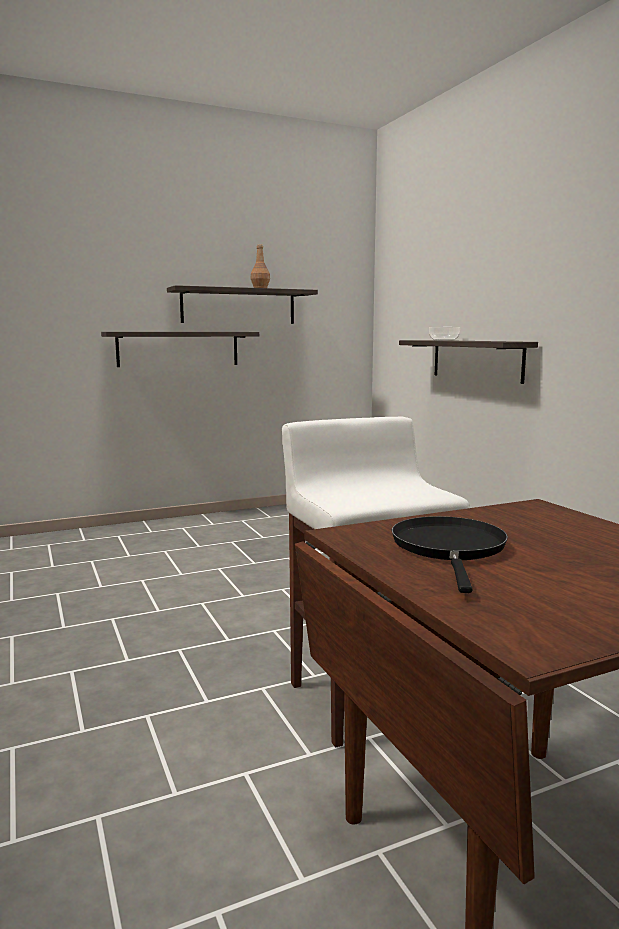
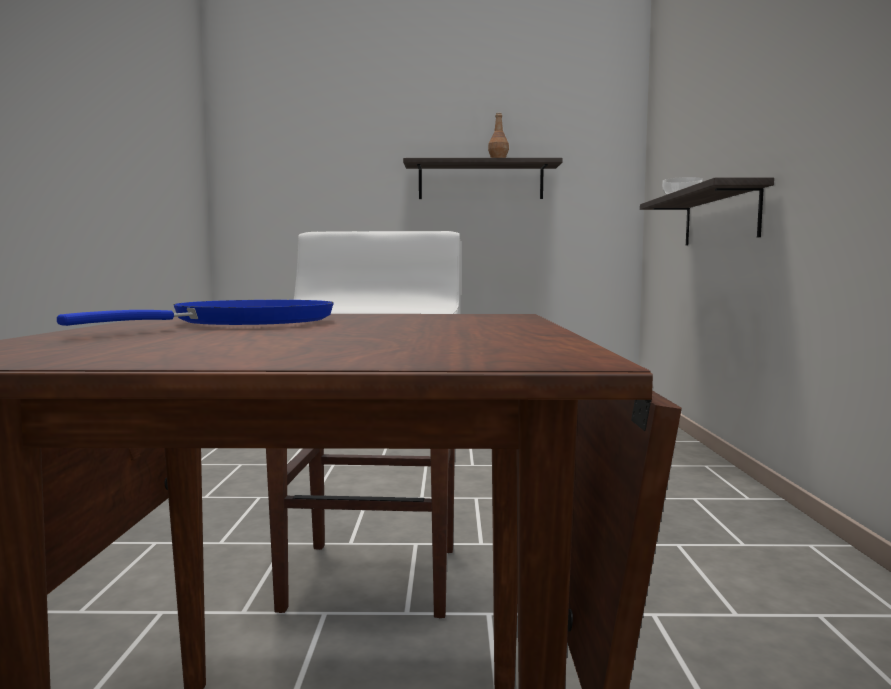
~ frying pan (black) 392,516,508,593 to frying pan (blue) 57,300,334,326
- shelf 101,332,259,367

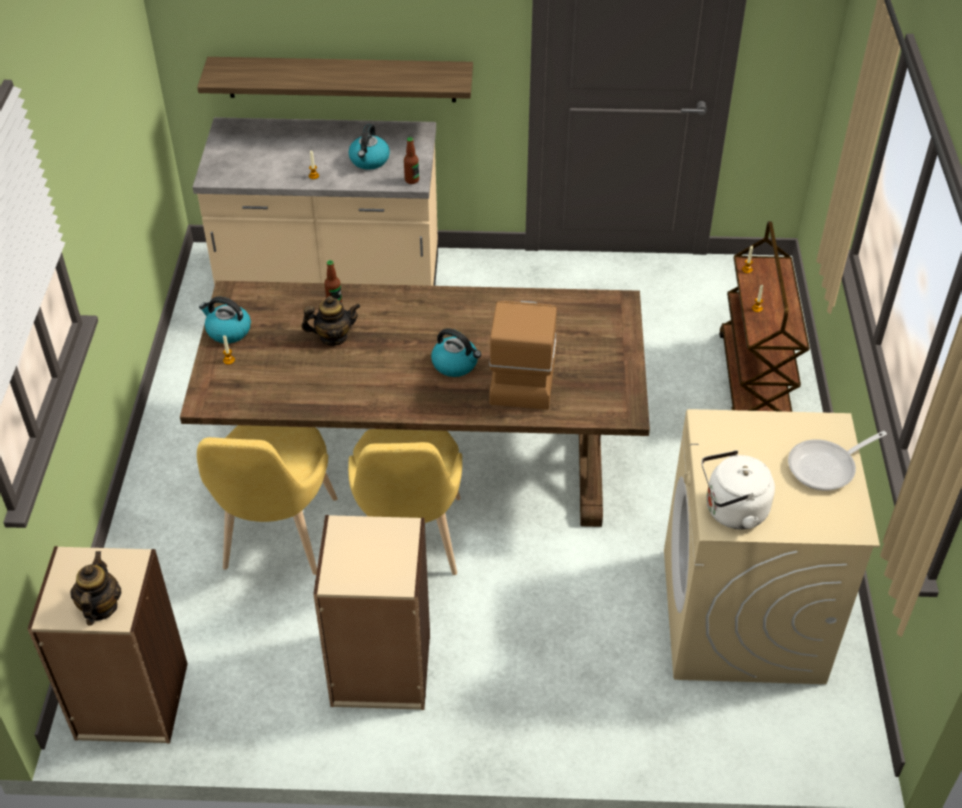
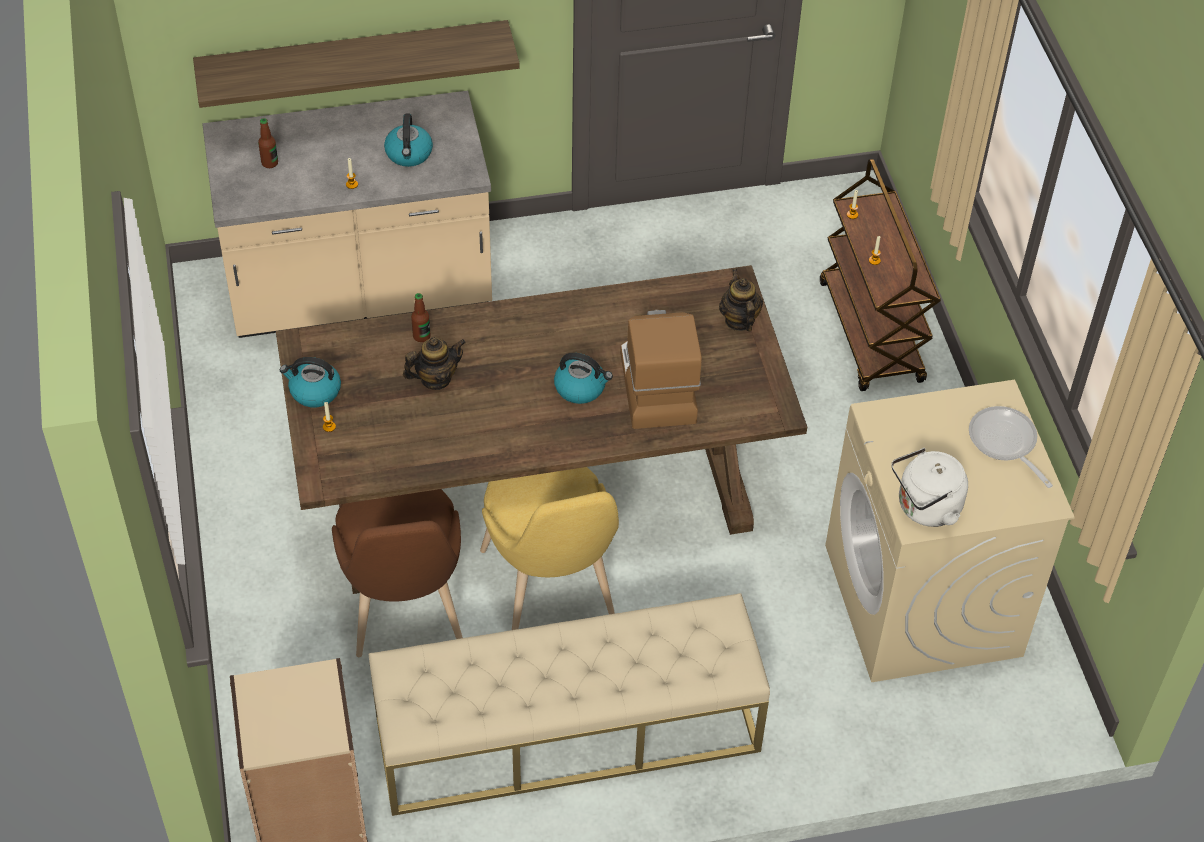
~ bottle 404,137,419,184 to 258,118,278,168
~ chair (yellow) 197,425,338,575 to chair (brown) 332,489,463,657
~ bookcase (beige) 313,515,430,710 to bench (beige) 369,593,770,816
~ teapot 70,551,122,626 to 719,269,763,332
~ frying pan 788,431,887,491 = 969,406,1053,488 105 degrees clockwise

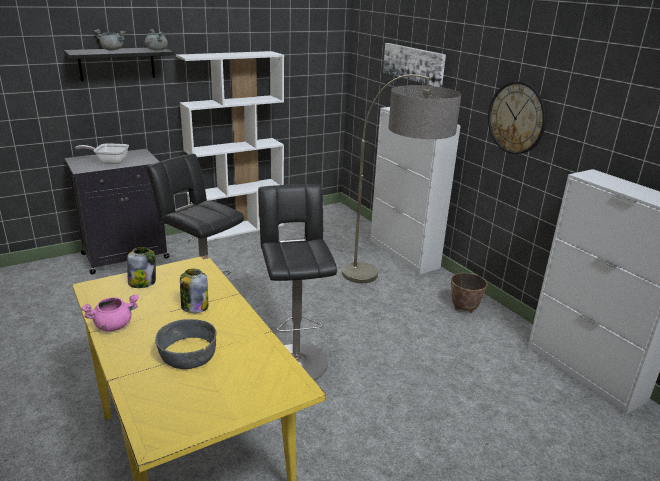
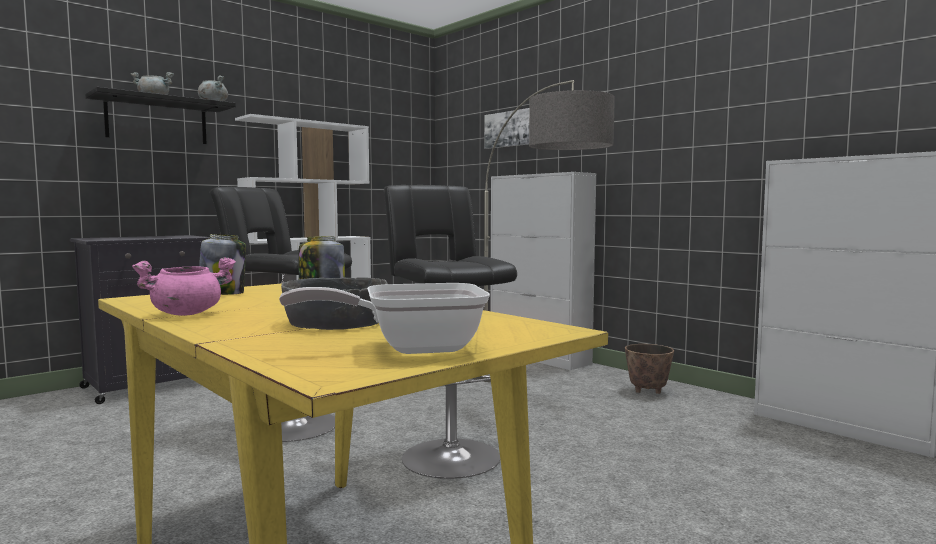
~ frying pan 75,143,129,164 to 279,283,490,354
- wall clock 488,81,547,154

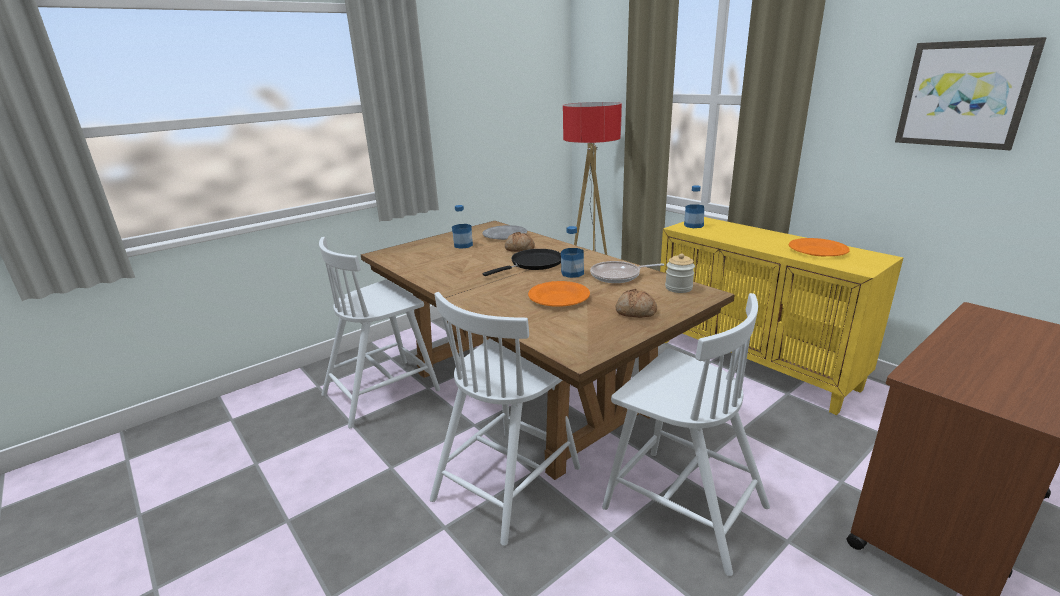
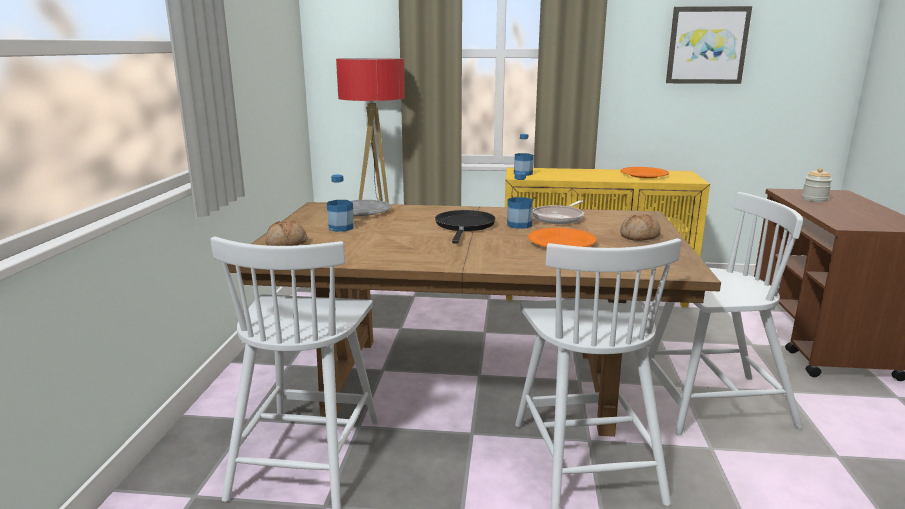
~ bread 505,232,535,252 to 265,221,307,246
~ jar 665,253,695,293 to 802,168,832,202

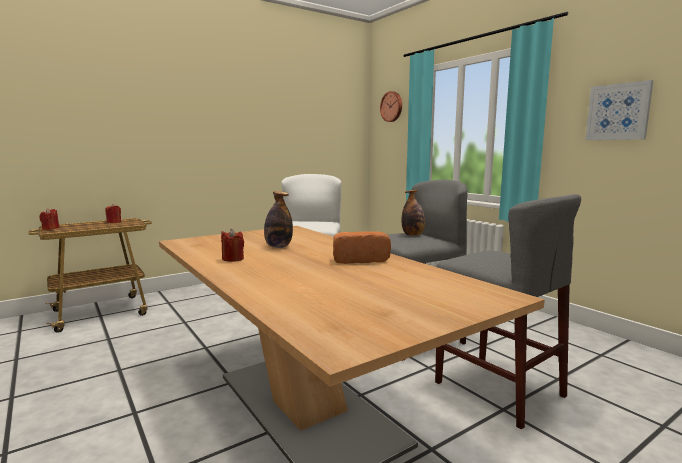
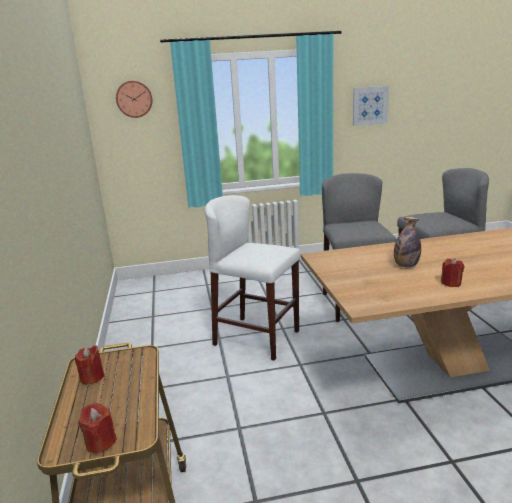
- bread 333,232,391,264
- bottle 402,189,425,236

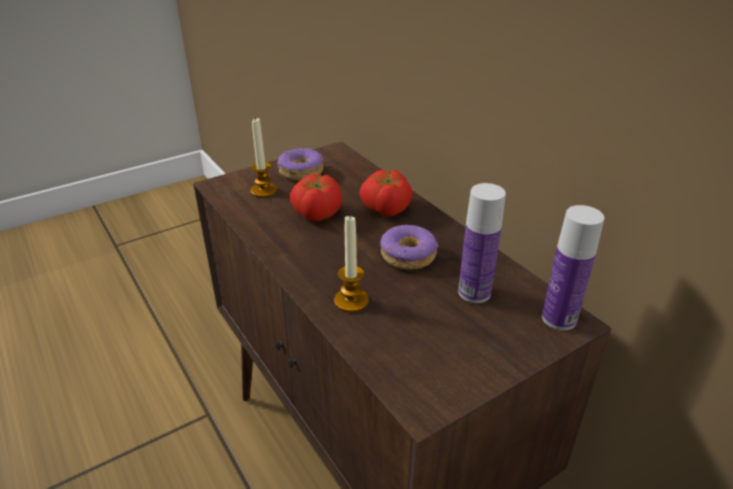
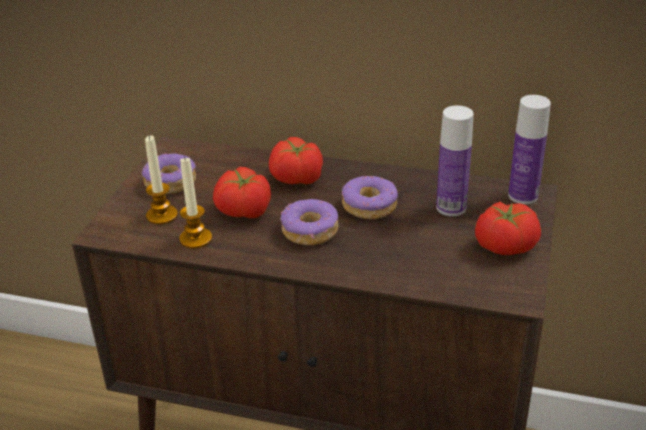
~ candle 334,216,369,312 to 179,156,212,249
+ donut 280,199,339,245
+ tomato 475,202,541,255

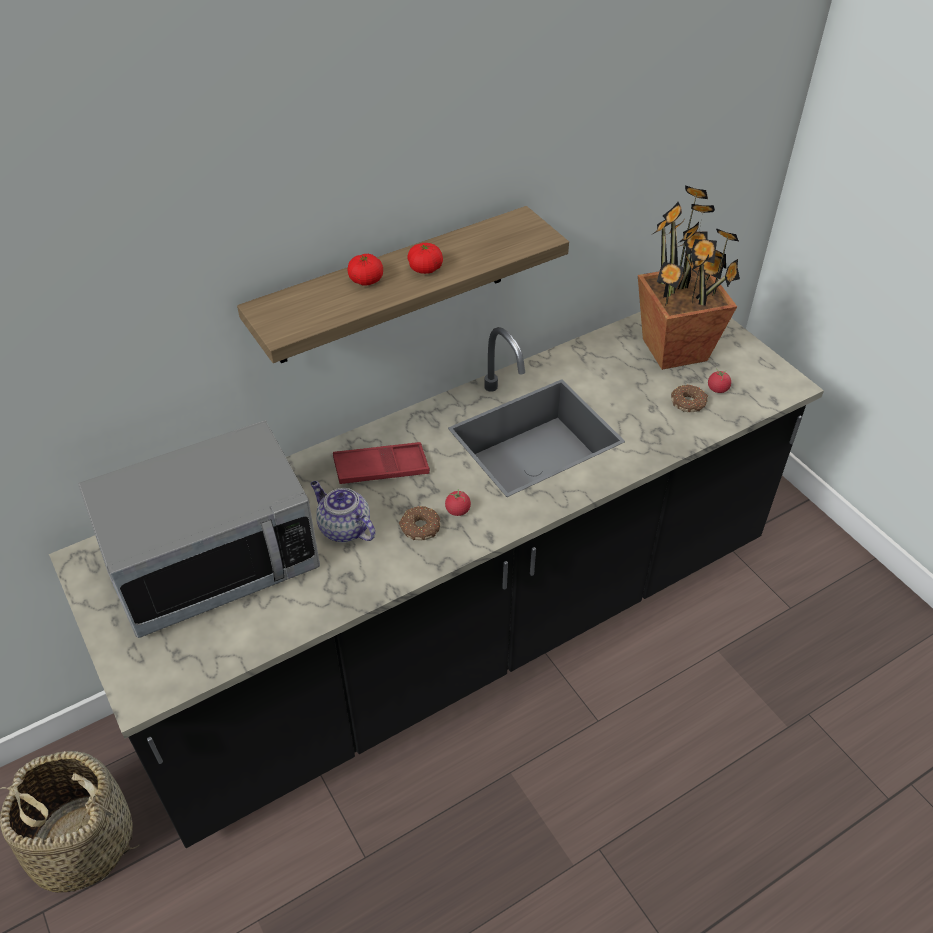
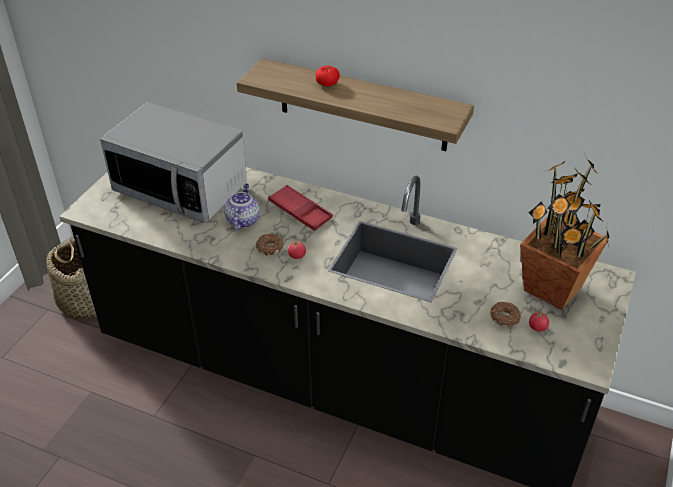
- tomato 407,243,443,274

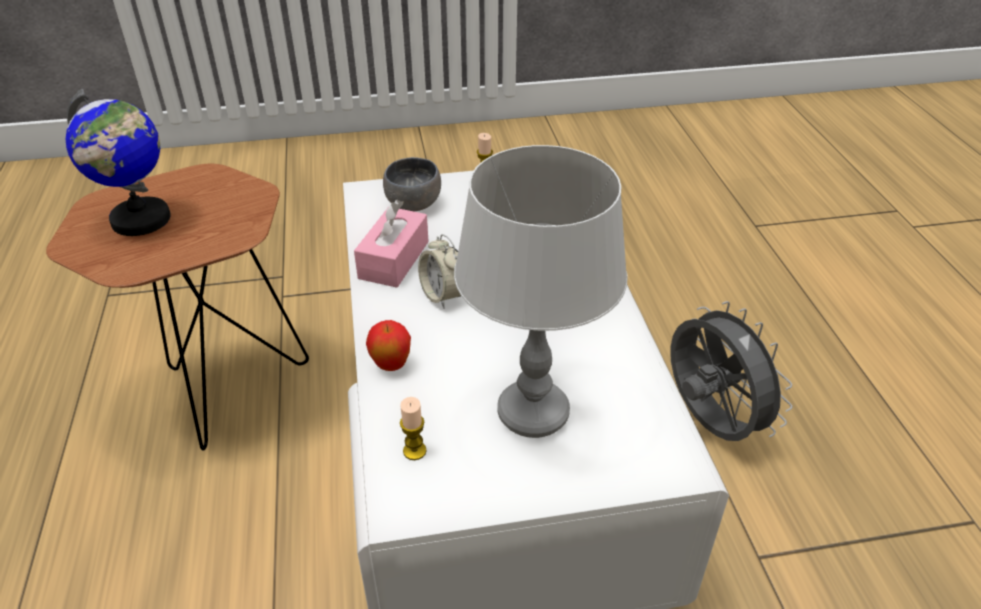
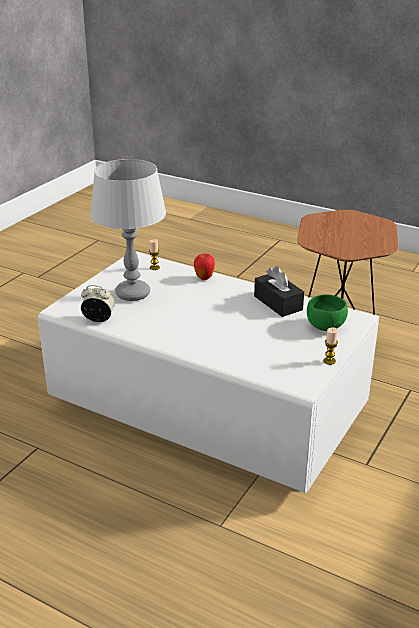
~ alarm clock 418,234,461,308 to 81,285,115,322
~ tissue box (pink) 354,200,429,288 to tissue box (black) 254,266,304,317
~ bowl (grey) 383,157,441,211 to bowl (green) 307,295,348,331
- globe 66,89,170,236
- fan (grey) 670,301,792,441

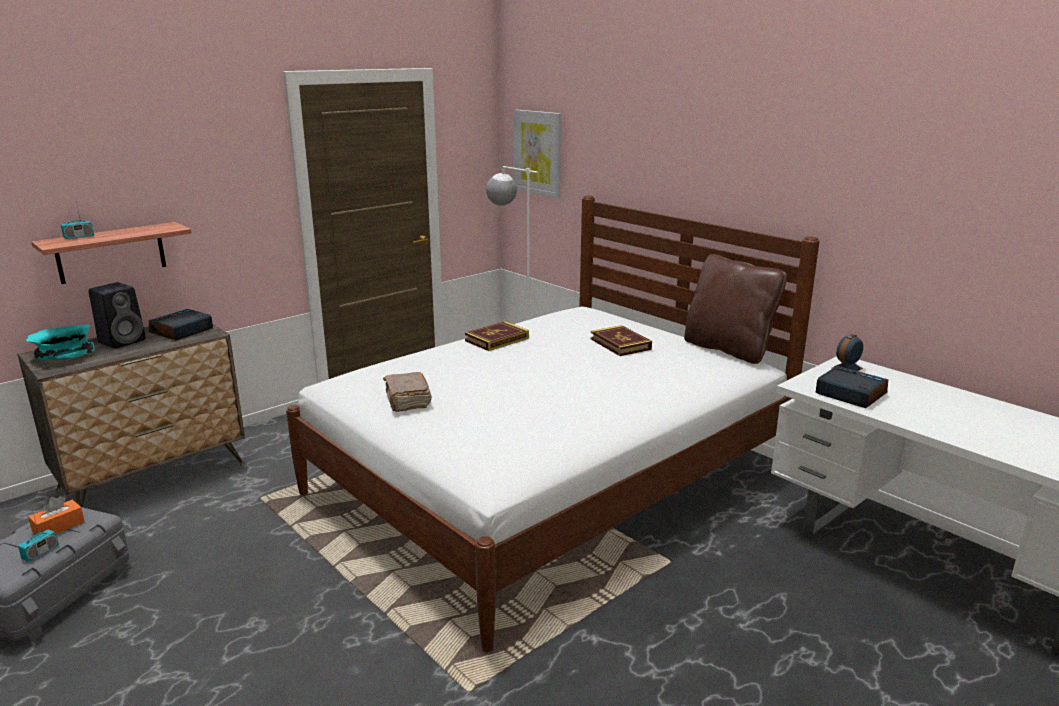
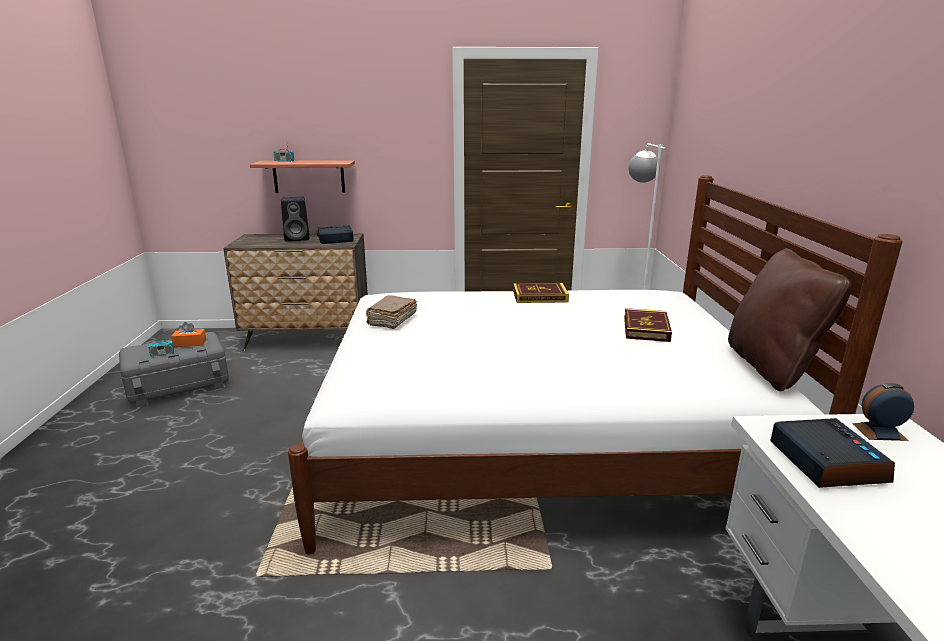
- bowl (turquoise) 26,324,95,361
- picture 514,110,561,198

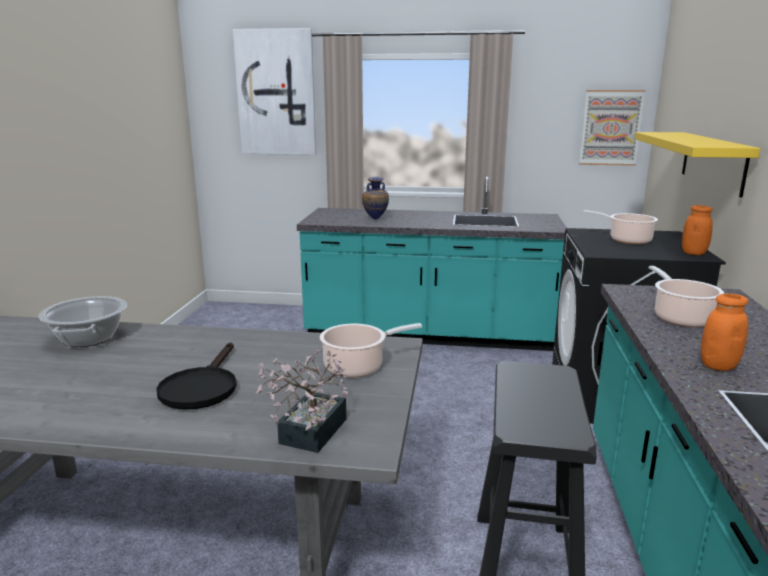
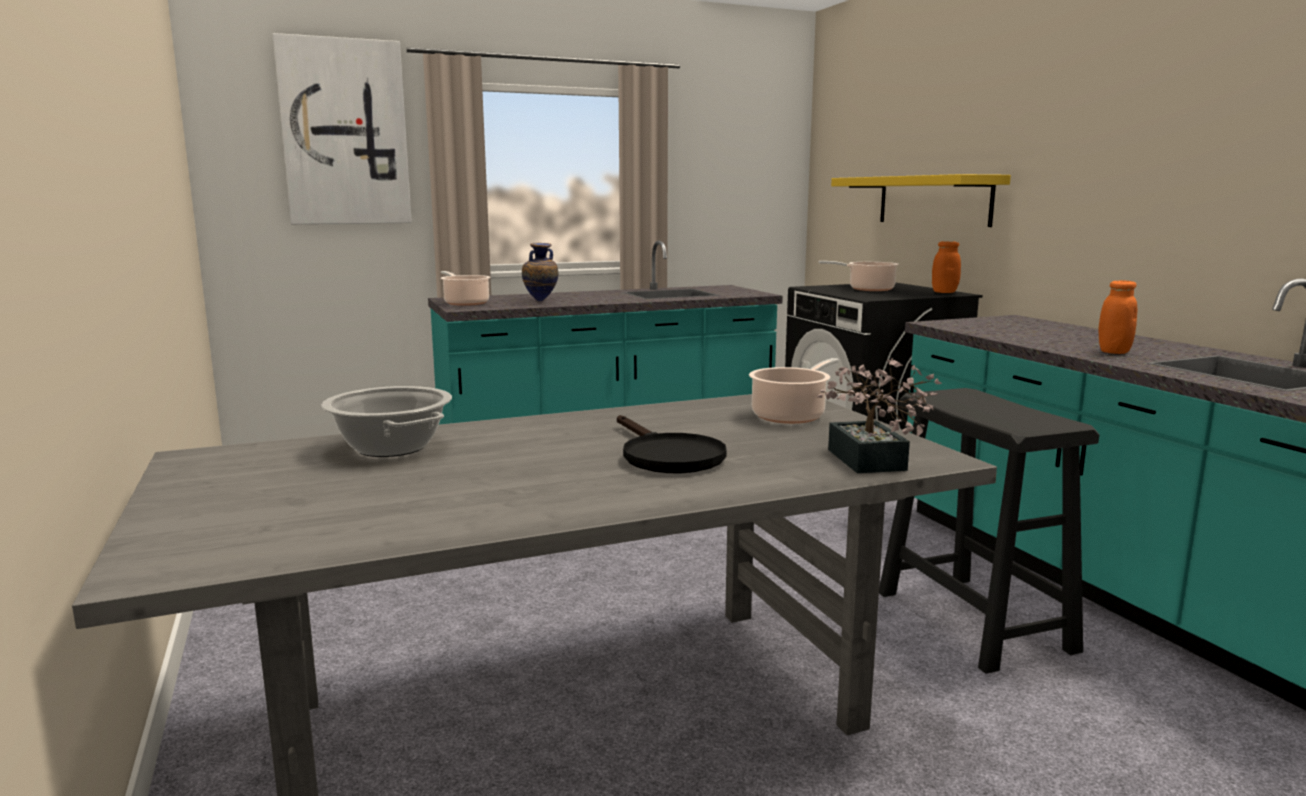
~ cooking pot 649,266,724,327 to 441,271,491,306
- picture 579,90,646,166

